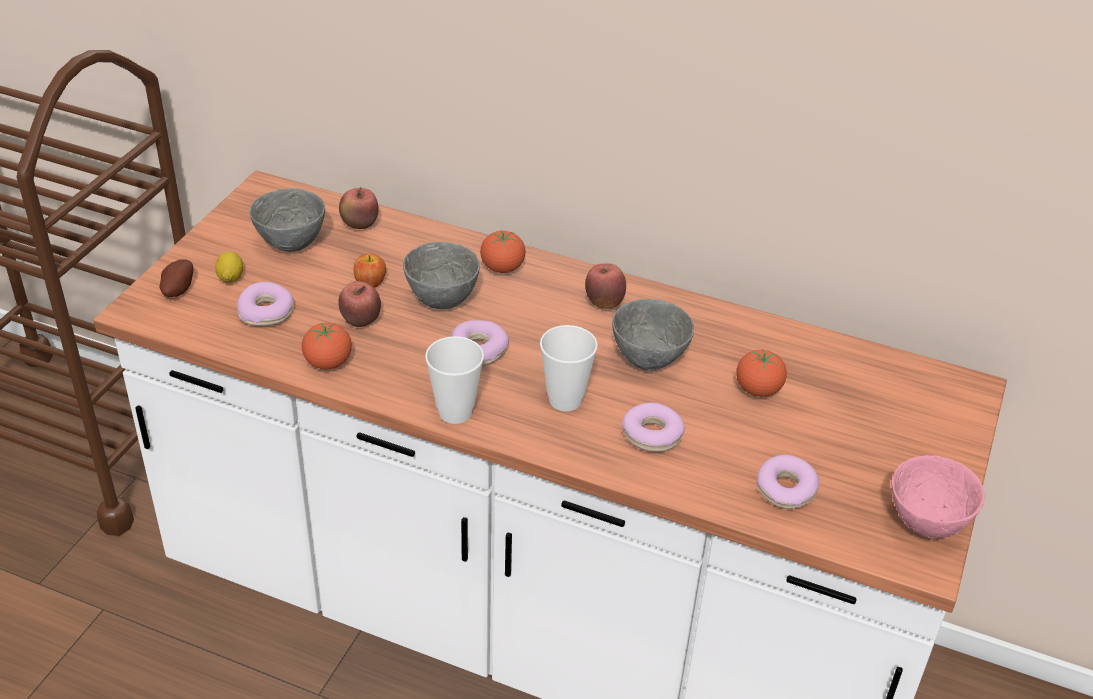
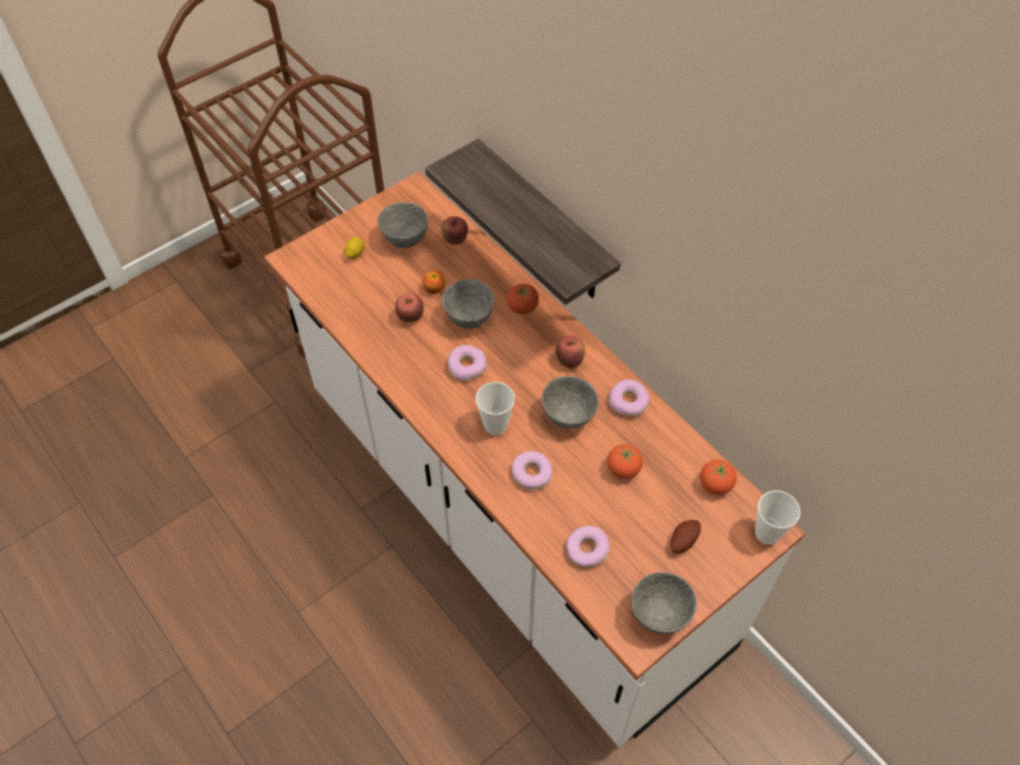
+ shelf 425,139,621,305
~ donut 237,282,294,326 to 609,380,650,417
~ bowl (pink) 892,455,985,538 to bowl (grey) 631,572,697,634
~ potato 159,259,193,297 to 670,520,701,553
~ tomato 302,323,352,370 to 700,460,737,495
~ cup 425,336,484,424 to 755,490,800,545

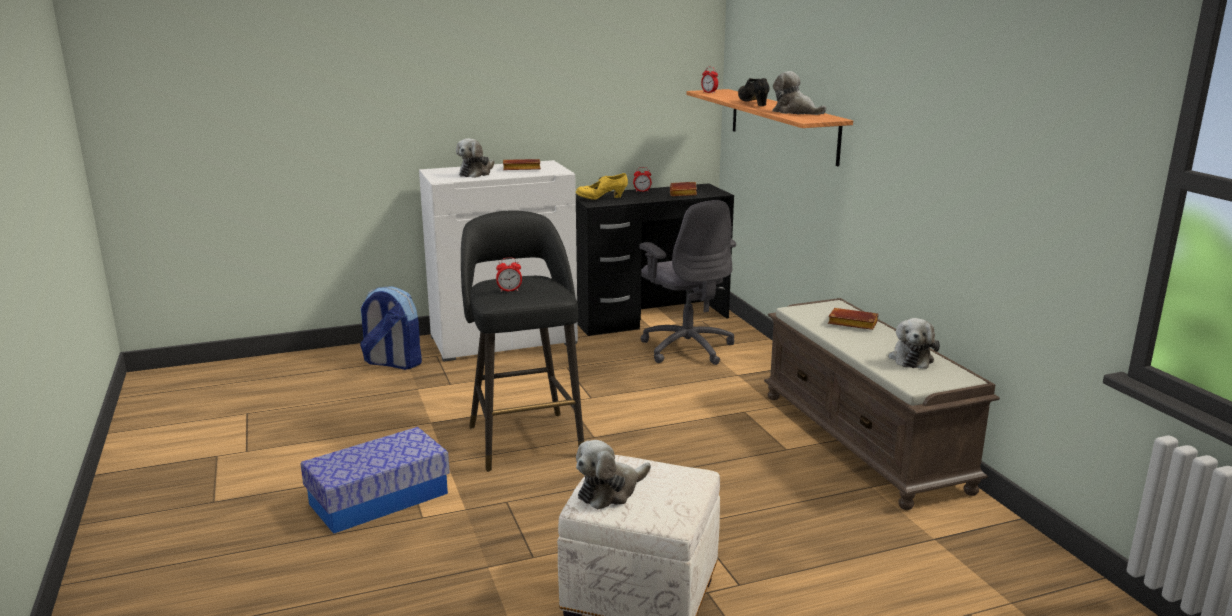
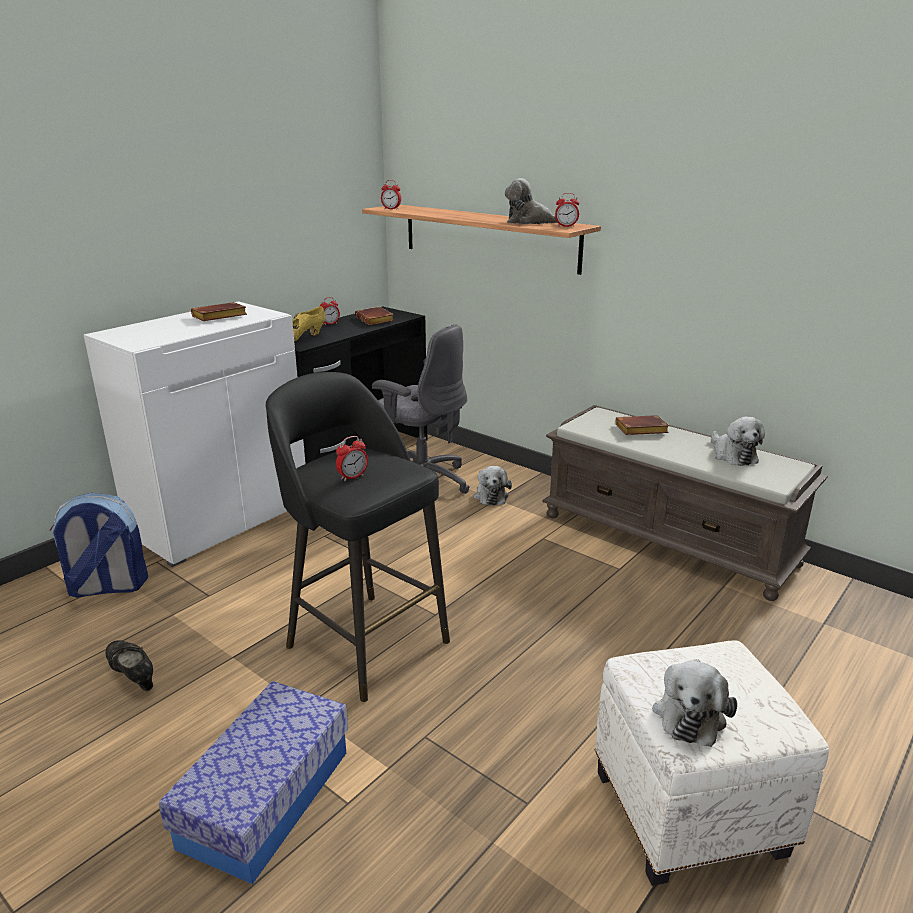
~ shoe (black) 738,78,769,106 to 106,640,153,691
~ plush toy 456,138,494,178 to 474,466,512,506
+ alarm clock 555,193,579,227

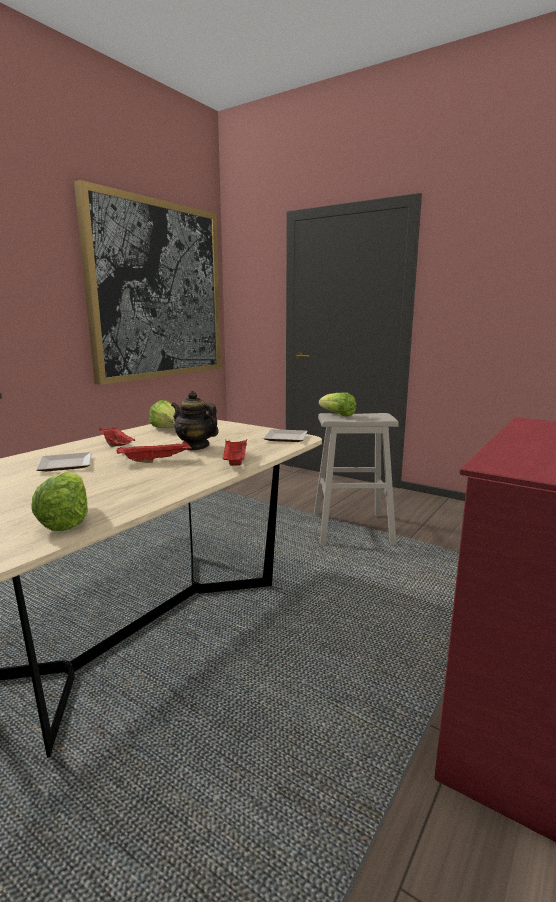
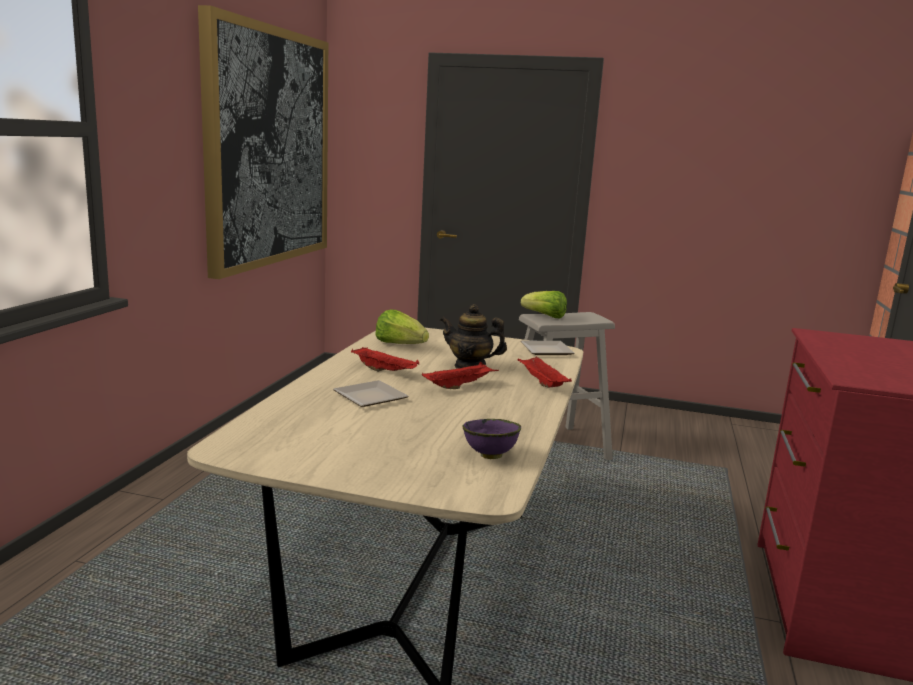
~ lettuce 31,471,88,531 to bowl (purple) 462,419,521,459

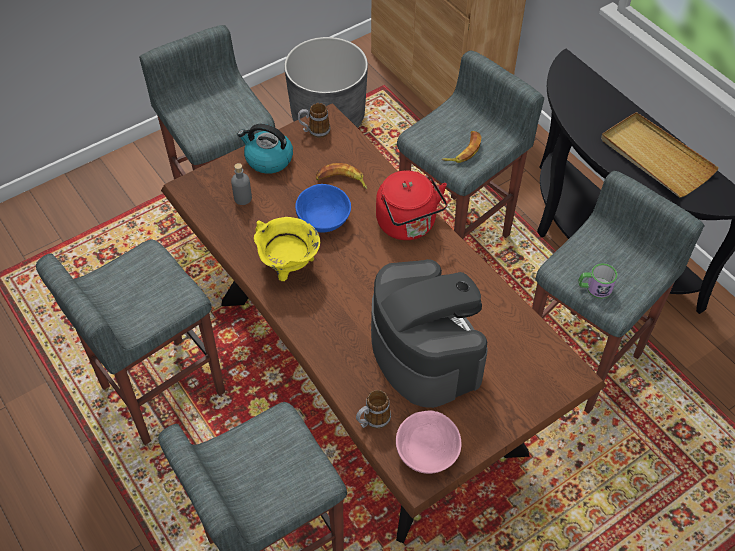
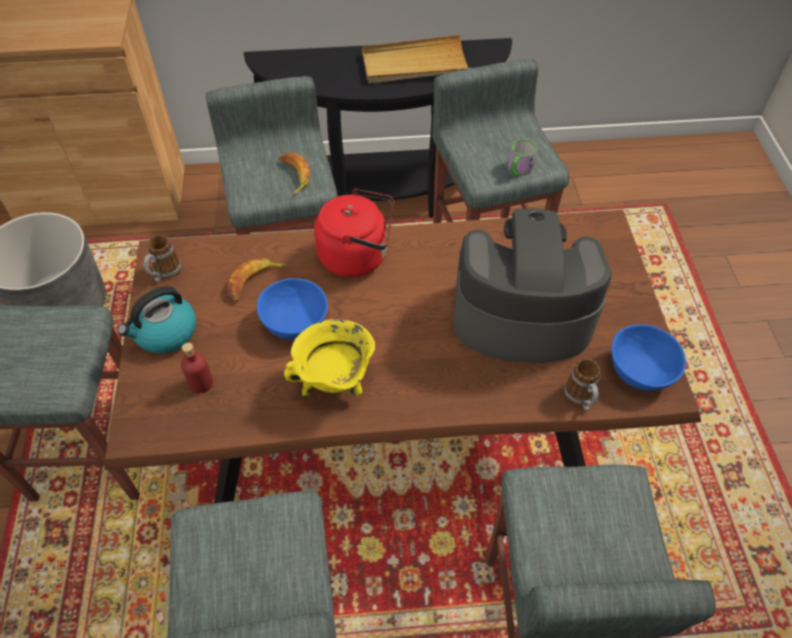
~ bottle (grey) 231,163,252,205 to bottle (red) 181,343,213,393
~ bowl (pink) 396,410,461,474 to bowl (blue) 611,324,686,391

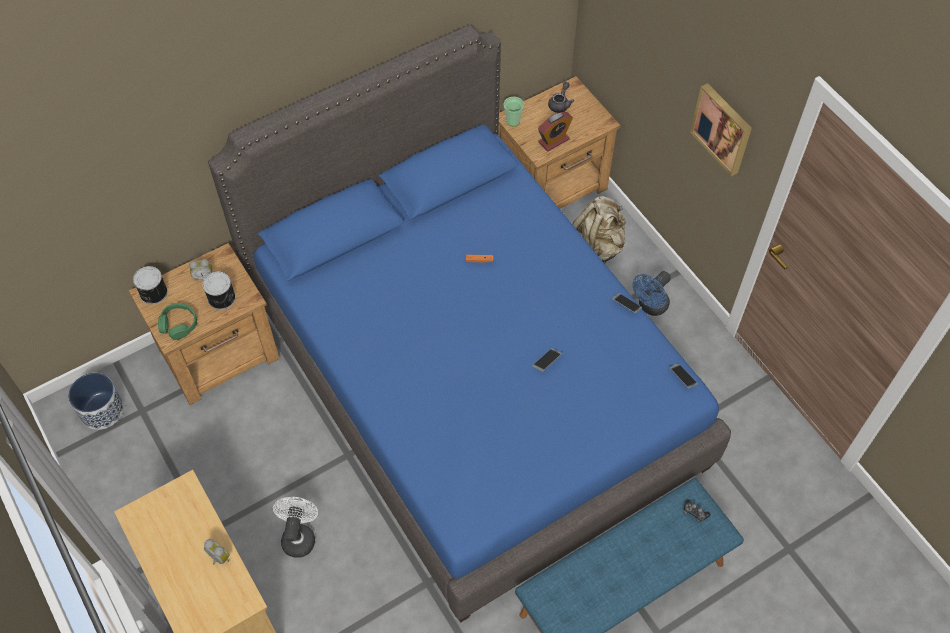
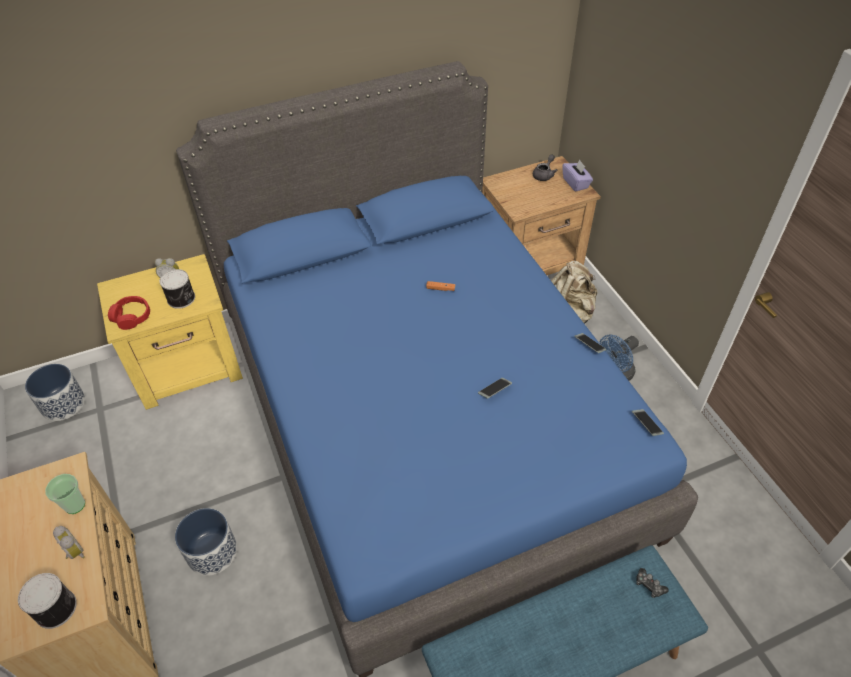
~ can 133,266,168,305 to 18,573,77,629
~ cup 504,97,524,126 to 45,474,85,514
~ nightstand (brown) 129,243,280,405 to nightstand (yellow) 97,254,243,410
~ headphones (green) 158,303,197,340 to headphones (red) 108,296,150,330
~ fan (white) 273,497,318,558 to planter 175,508,237,576
+ tissue box (purple) 562,159,593,192
- alarm clock 538,112,573,152
- picture 690,83,752,176

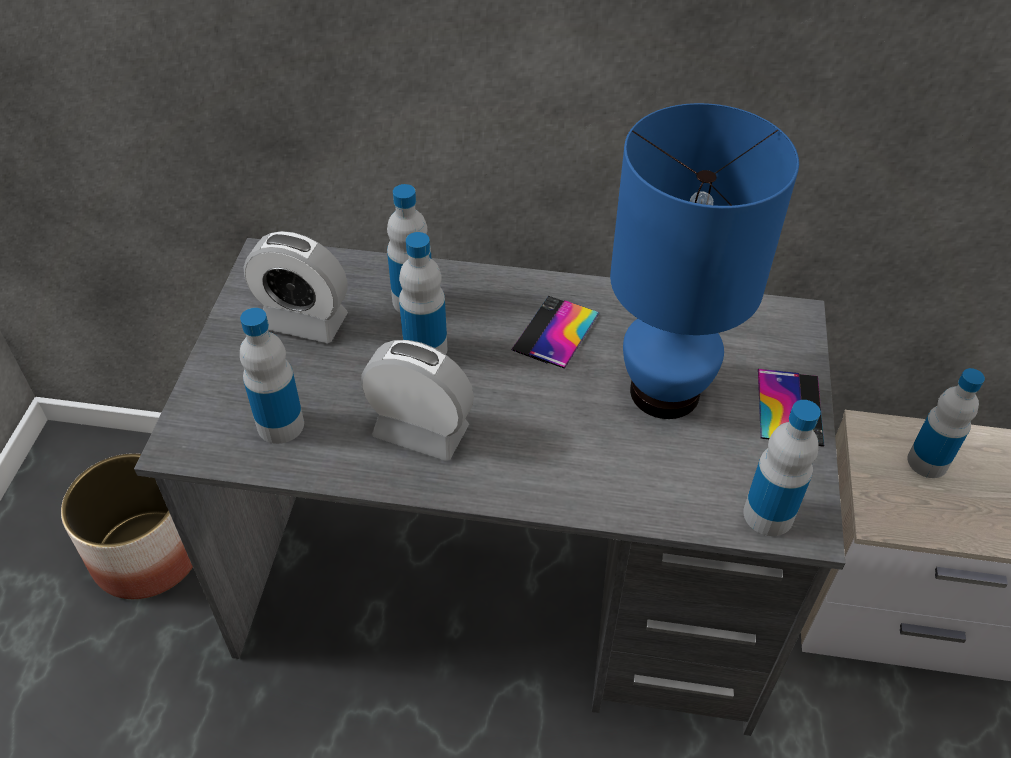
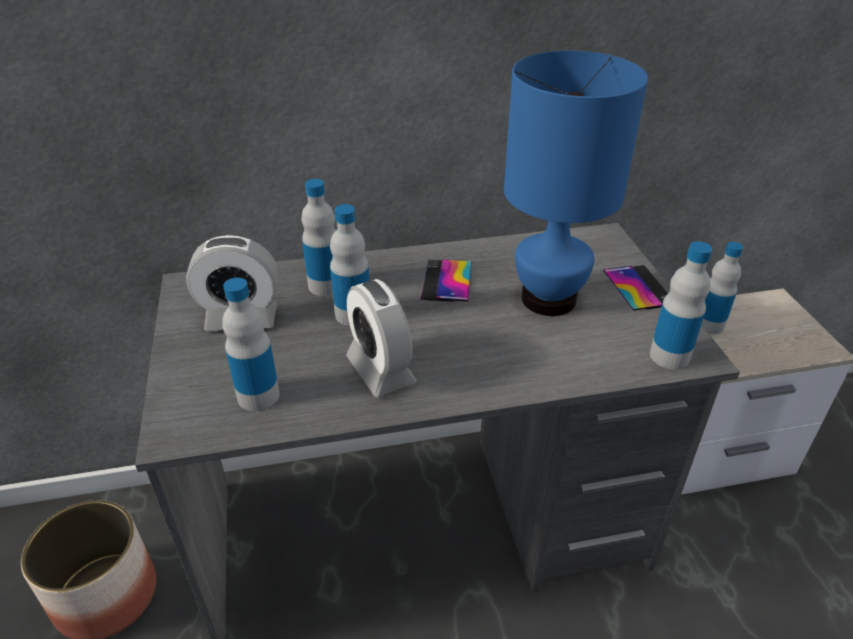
~ alarm clock 361,340,474,461 = 346,279,417,397 120 degrees counterclockwise

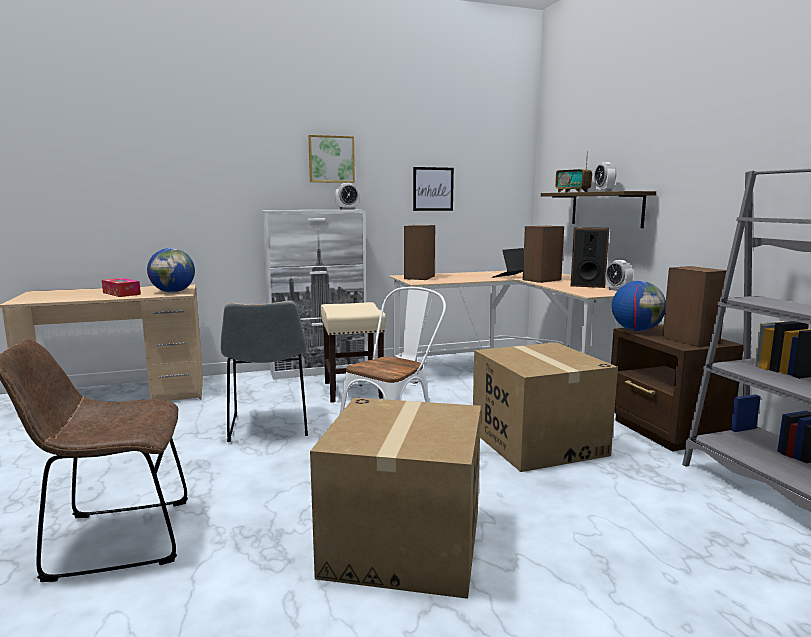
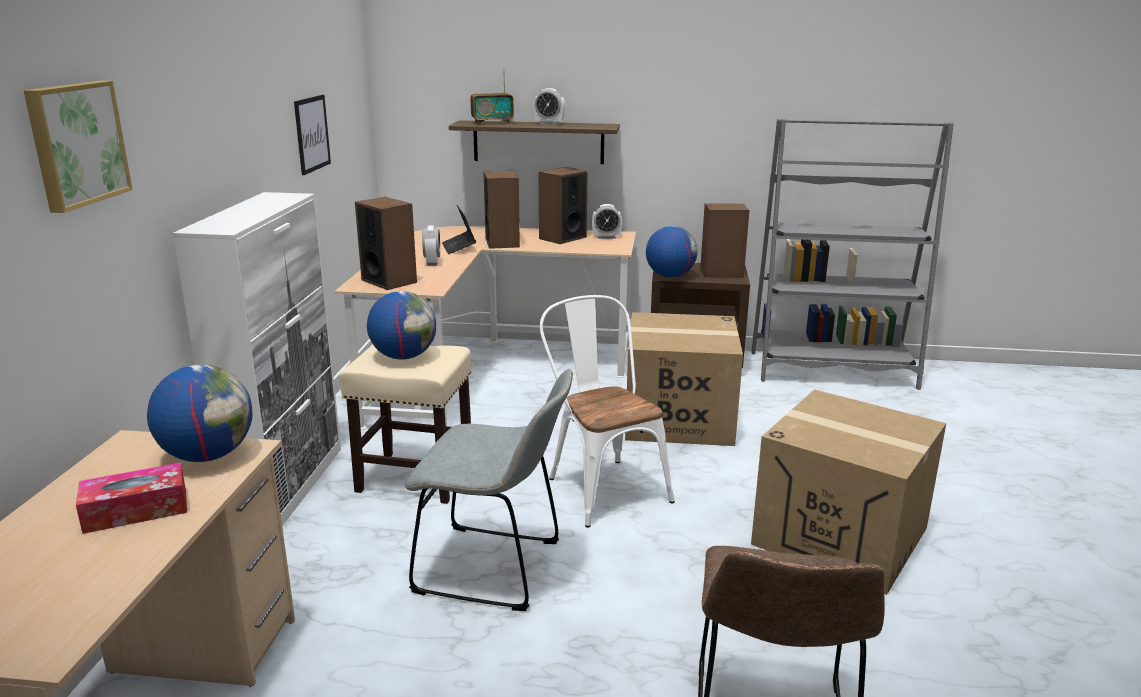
~ picture 308,135,355,183 to 24,81,133,213
+ globe 367,291,436,360
~ alarm clock 335,183,359,210 to 422,226,440,266

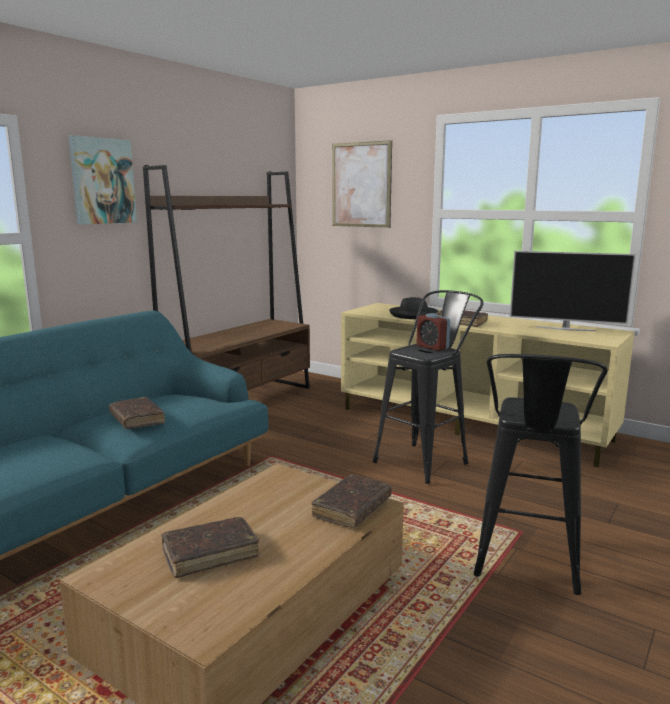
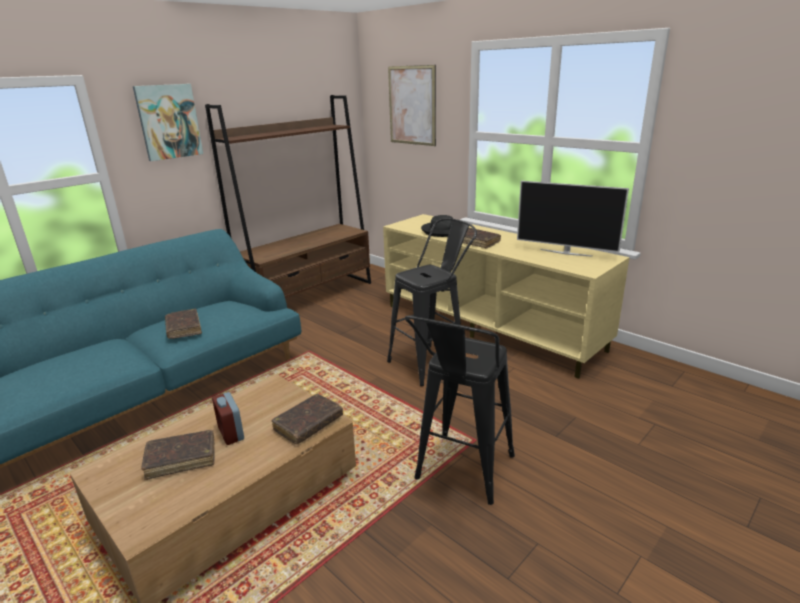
~ alarm clock 417,313,450,351 to 212,392,244,445

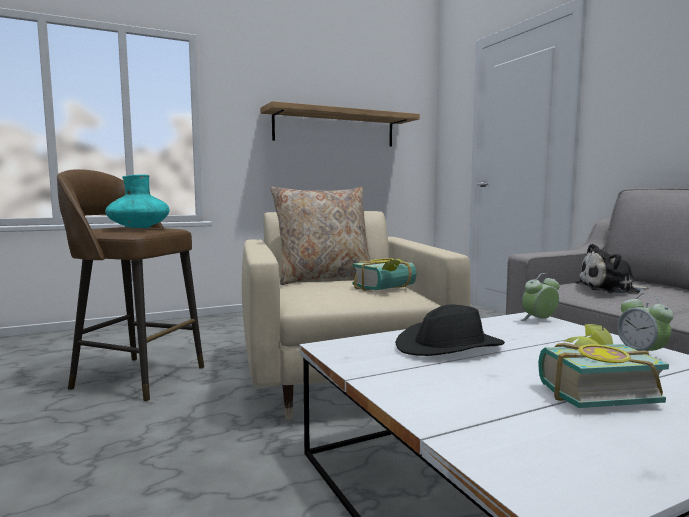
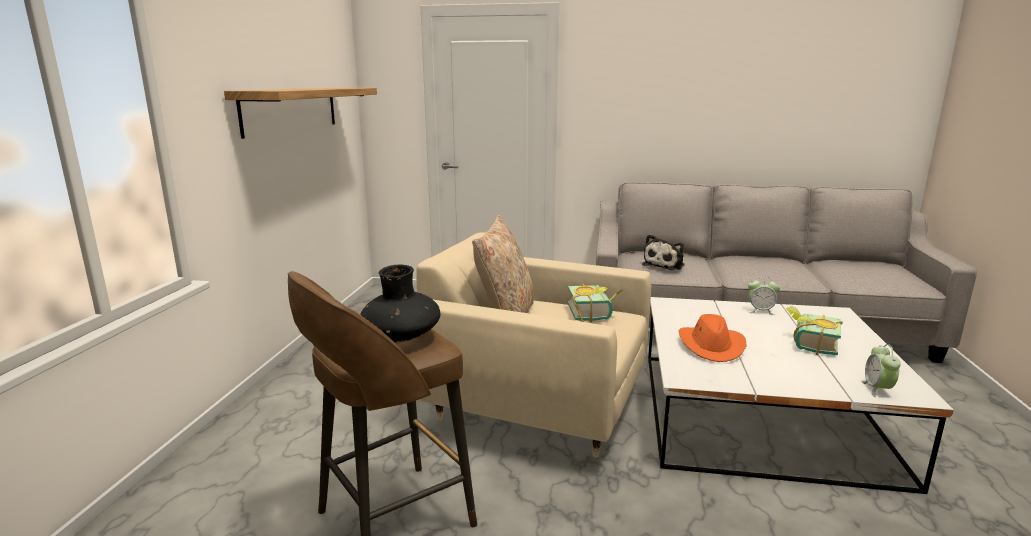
~ vase (turquoise) 105,174,170,228 to vase (black) 360,265,440,342
~ hat (black) 395,304,505,356 to hat (orange) 679,314,746,362
~ alarm clock 520,273,560,321 to 862,344,901,397

